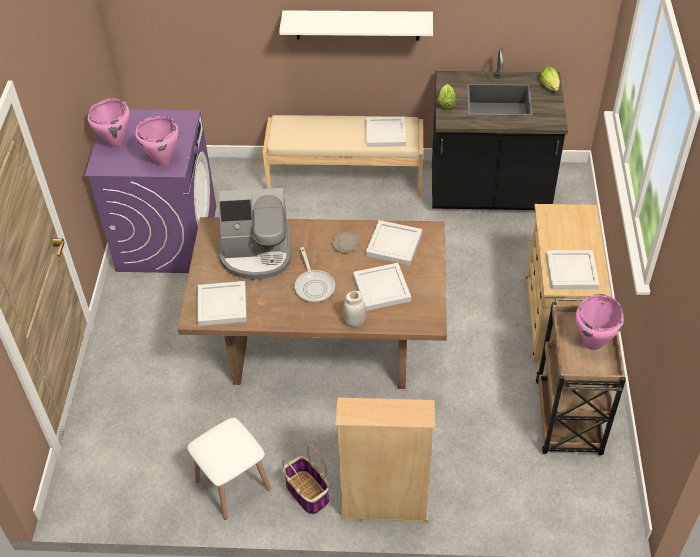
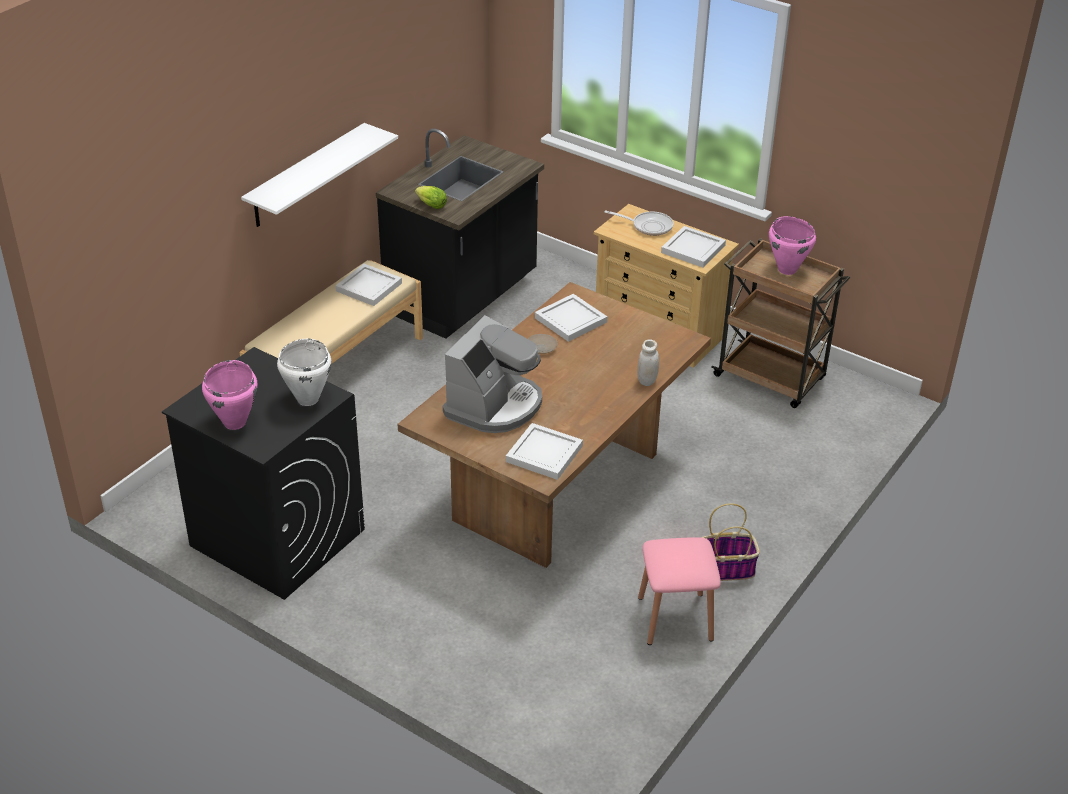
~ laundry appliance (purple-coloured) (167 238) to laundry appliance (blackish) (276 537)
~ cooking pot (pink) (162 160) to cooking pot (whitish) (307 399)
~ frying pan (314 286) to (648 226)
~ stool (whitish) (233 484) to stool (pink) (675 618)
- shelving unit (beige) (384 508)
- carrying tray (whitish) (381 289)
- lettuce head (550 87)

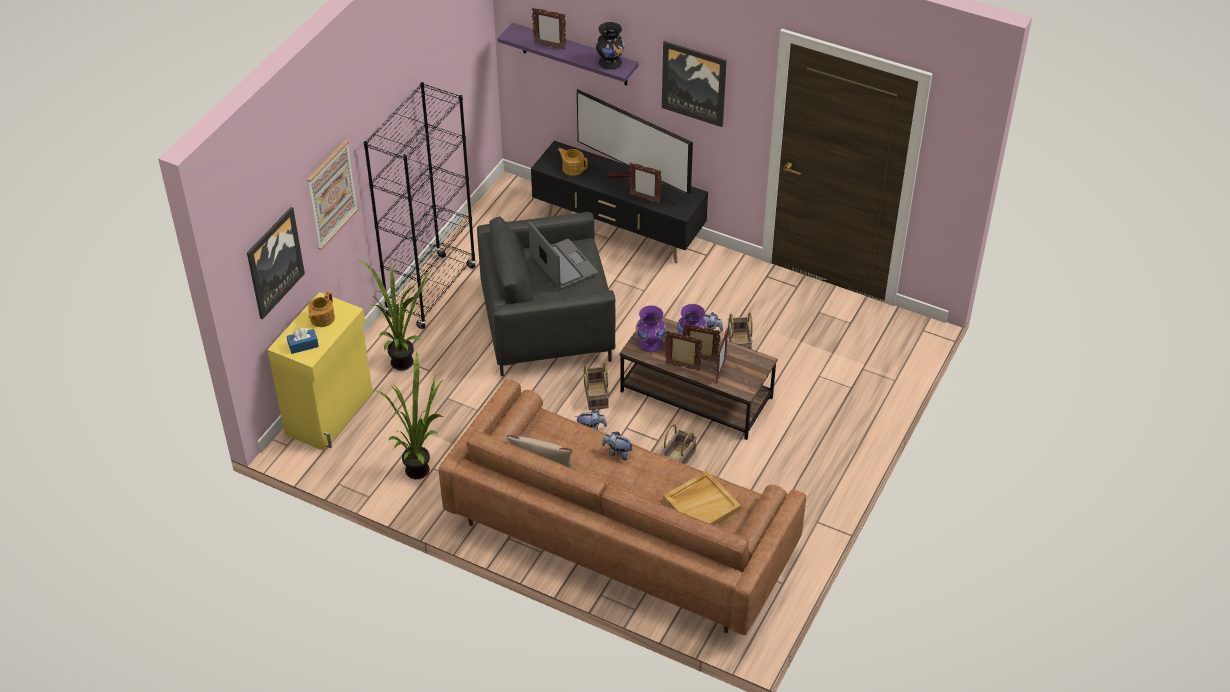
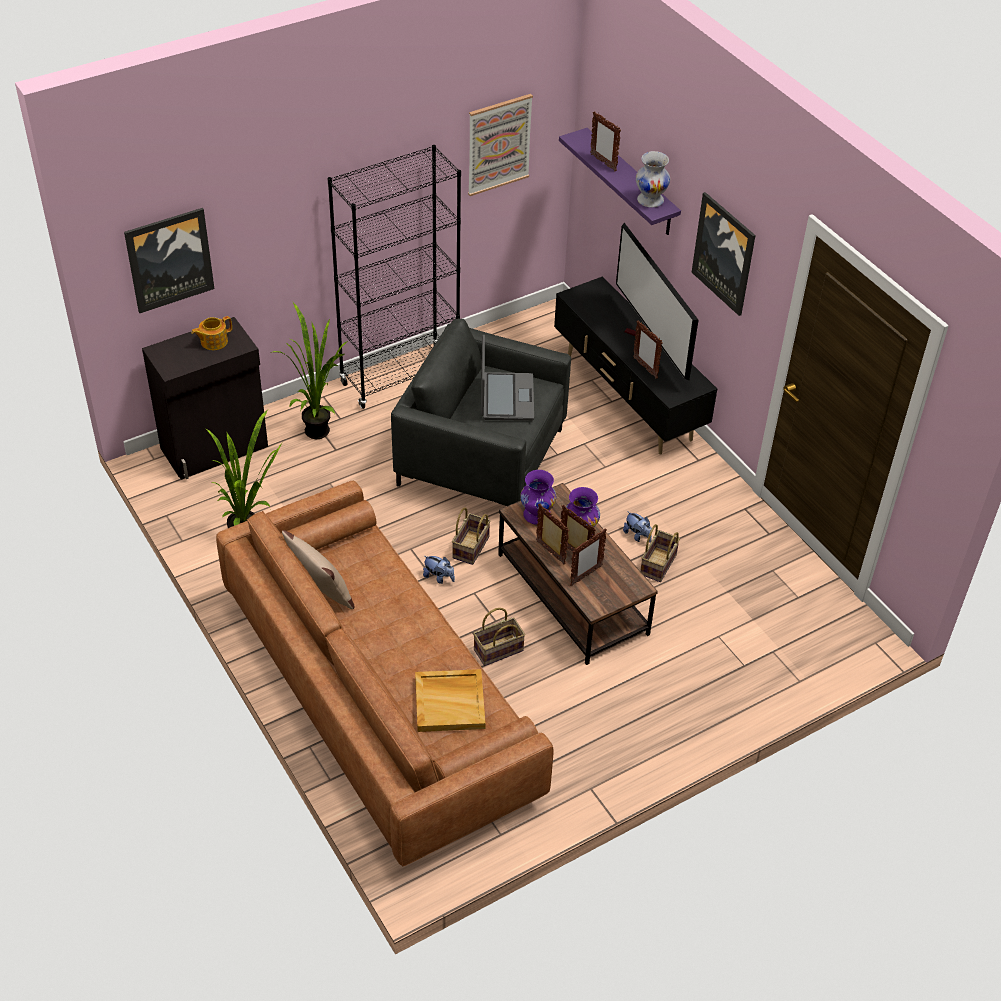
~ cabinet (yellowish) (331 413) to cabinet (blackish) (215 448)
~ picture (331 194) to (498 144)
~ decorative vase (blackish) (610 63) to decorative vase (whitish) (650 200)
- tissue box (bluish) (303 345)
- teapot (572 168)
- plush toy (617 452)

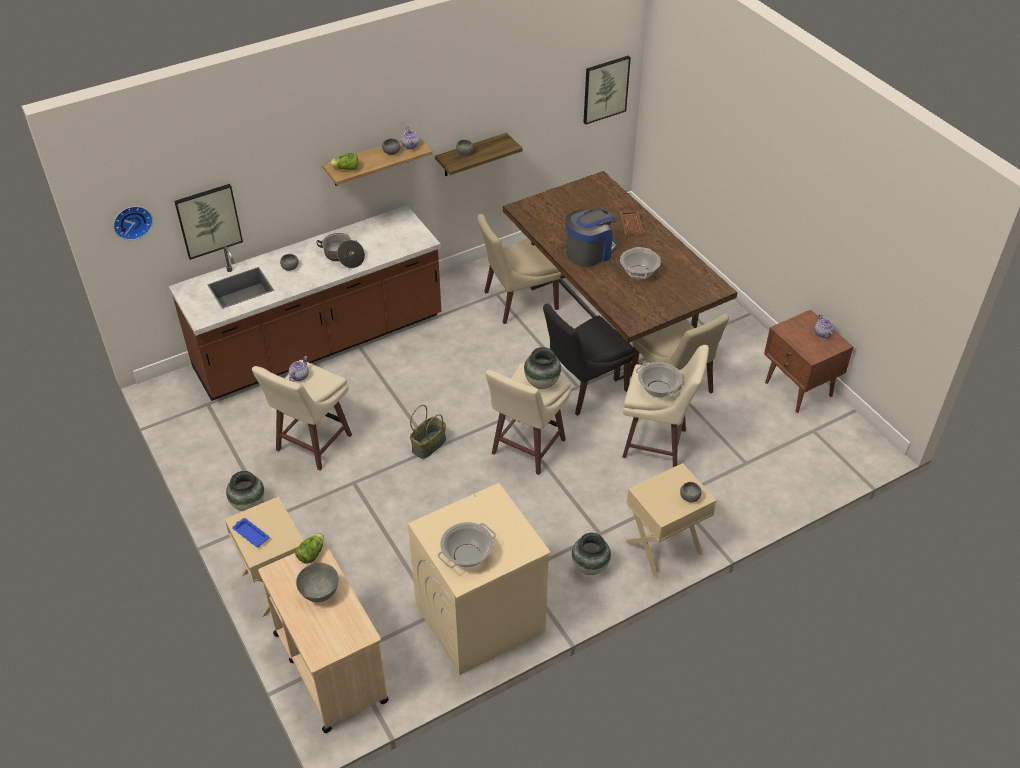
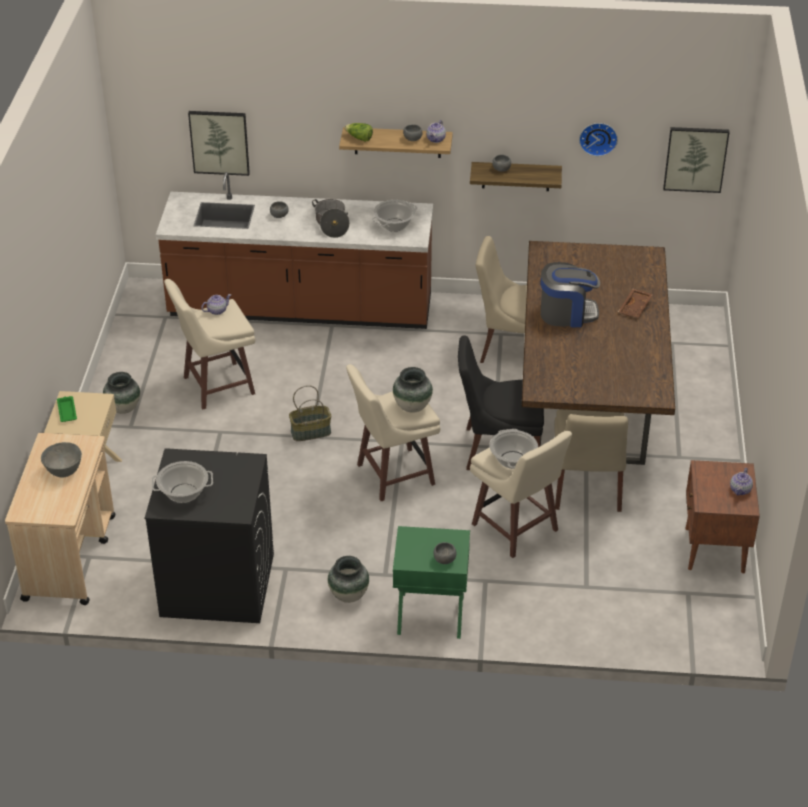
~ carrying tray (bluish) (250 534) to carrying tray (green-coloured) (67 411)
~ laundry appliance (beige) (479 618) to laundry appliance (blackish) (216 585)
~ cooking pot (639 273) to (394 225)
~ nightstand (beige) (664 548) to nightstand (green-coloured) (430 615)
~ clock on the wall (132 221) to (598 137)
- lettuce head (311 553)

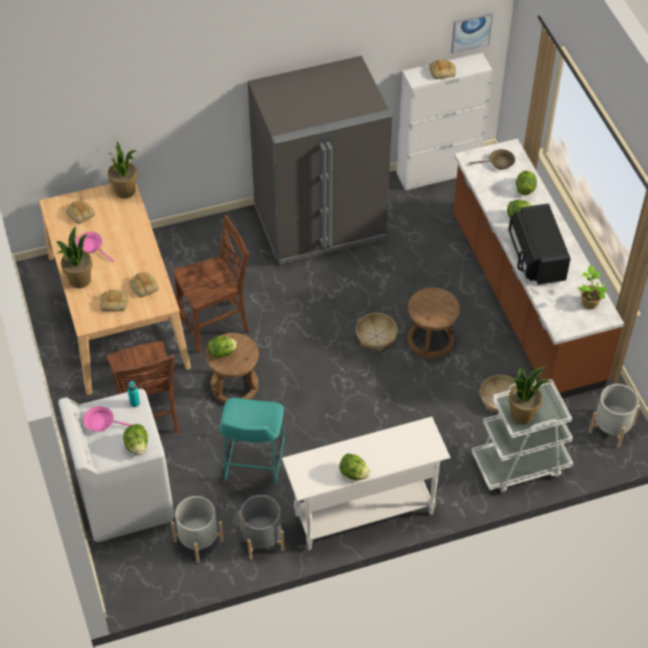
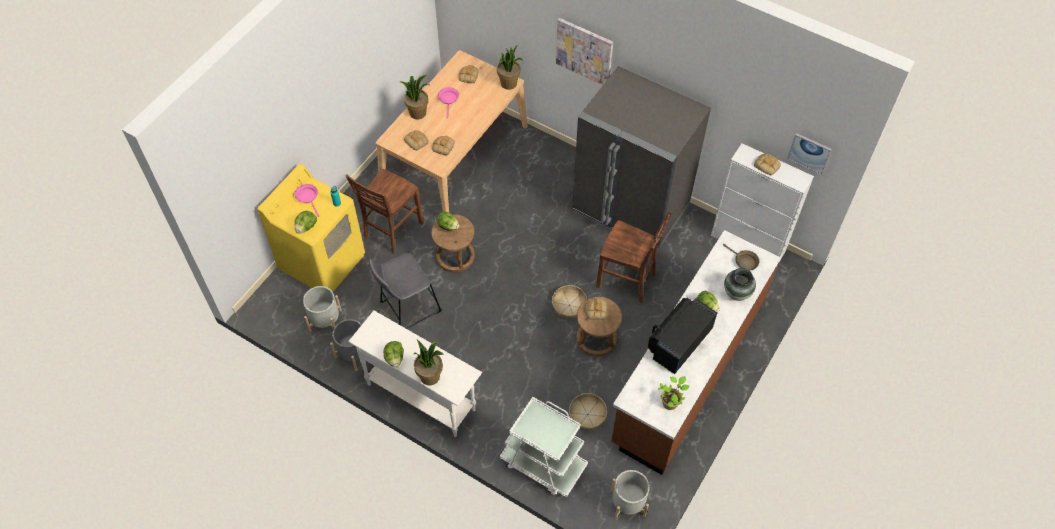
~ laundry appliance (whitish) (125 499) to laundry appliance (yellowish) (323 261)
~ stool (turquoise-coloured) (253 462) to stool (greyish) (407 308)
~ plant in a pot (522 414) to (430 376)
+ picture (584 51)
+ baked bread (595 310)
~ chair (brown-coloured) (216 326) to (627 281)
~ lettuce head (524 189) to decorative vase (736 293)

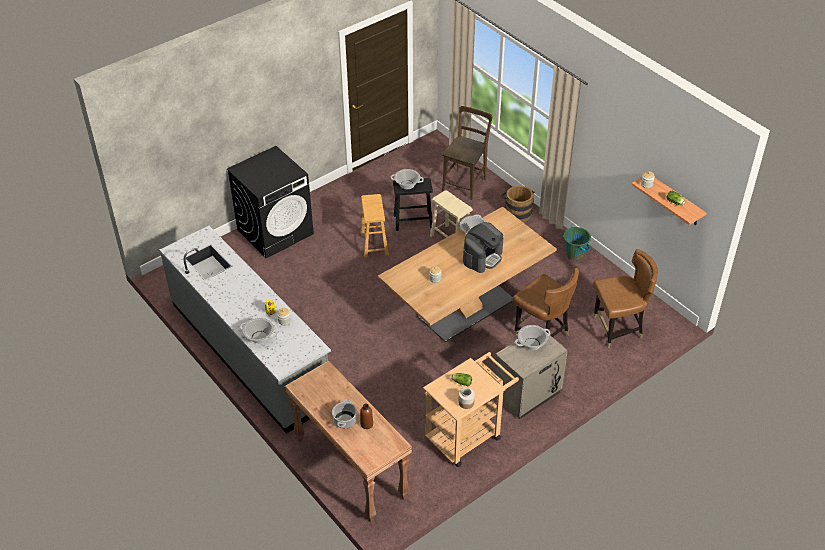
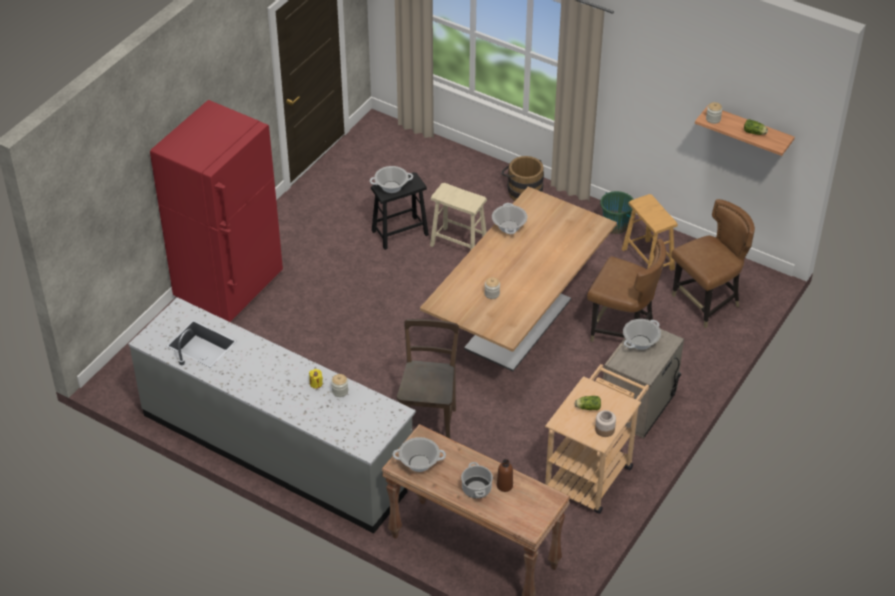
~ laundry appliance (blackish) (275 231) to refrigerator (red-coloured) (230 288)
~ cooking pot (259 337) to (419 463)
~ chair (brown-coloured) (465 183) to (429 424)
~ stool (brown-coloured) (374 243) to (648 259)
- coffee brewer (482 257)

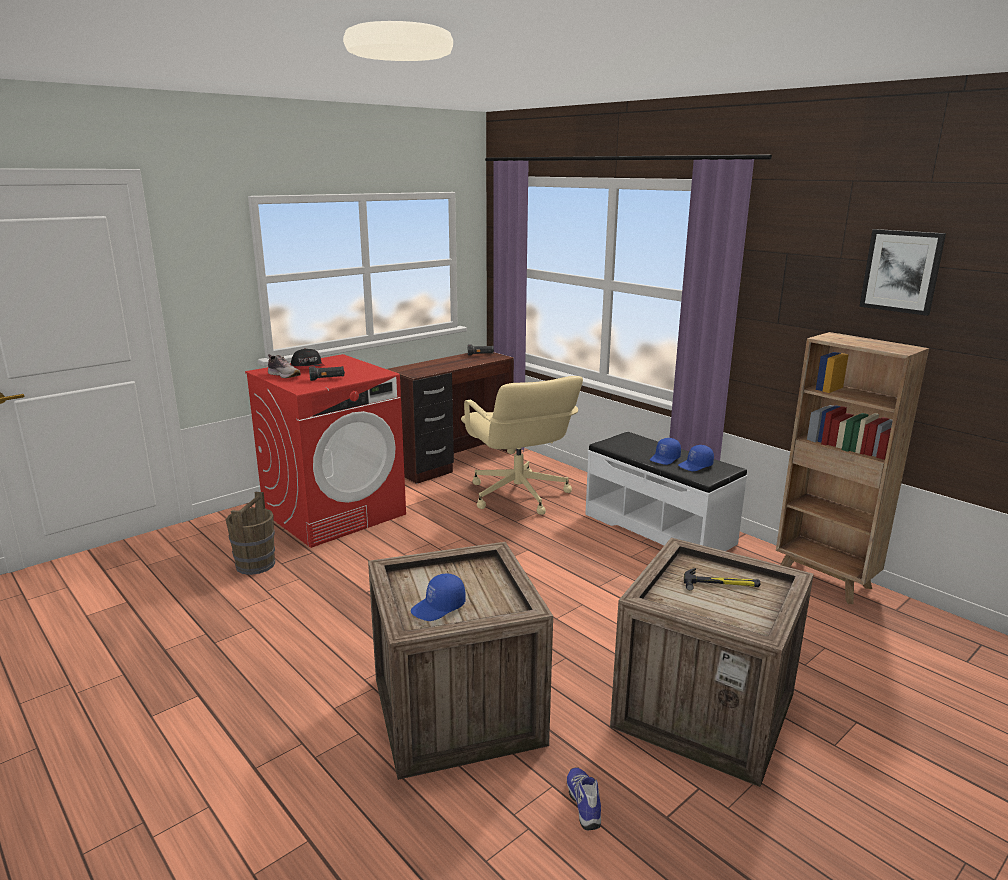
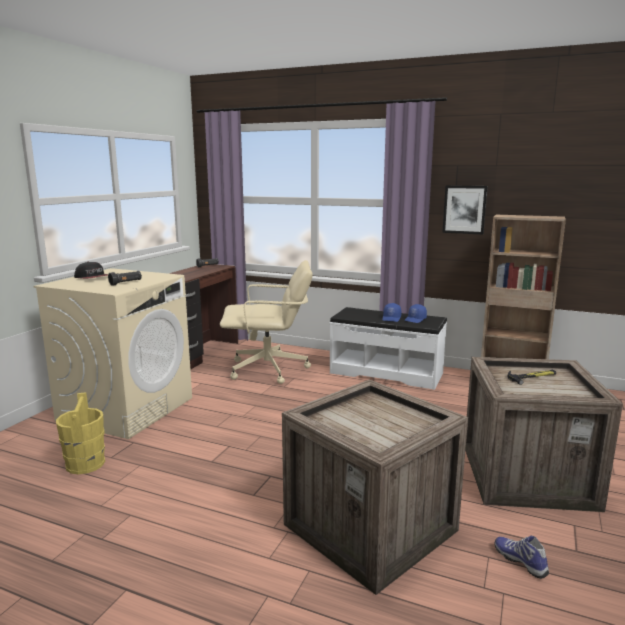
~ laundry appliance (red-coloured) (335 513) to laundry appliance (beige) (127 409)
~ water bucket (brown-coloured) (255 564) to water bucket (yellowish) (85 464)
~ office chair (beige) (518 495) = (269 369) 45 degrees counterclockwise
~ picture (901 271) to (464 209)
- shoe (284 375)
- peaked cap (bluish) (439 607)

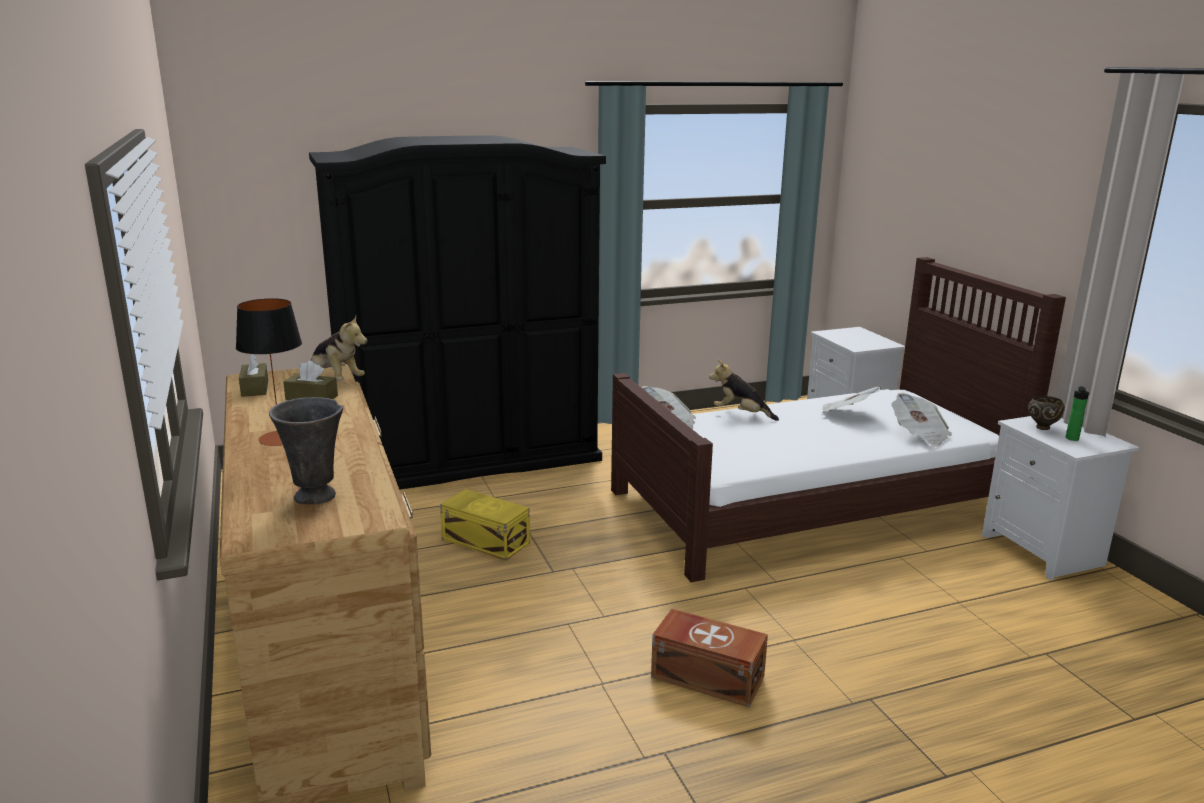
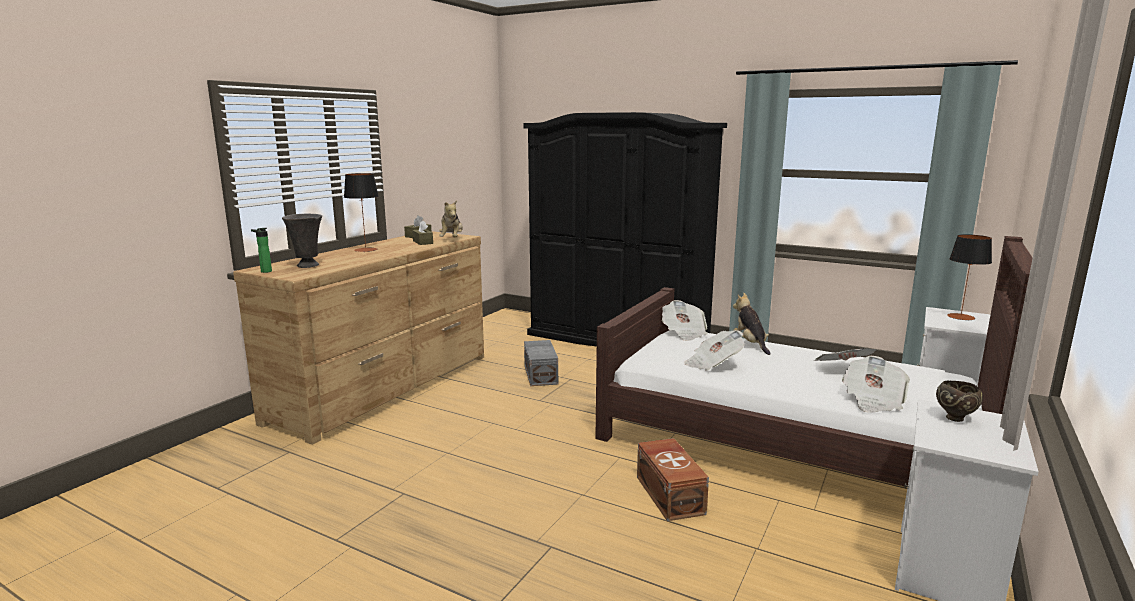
~ beverage bottle (1072 439) to (264 271)
~ storage bin (yellowish) (485 540) to storage bin (greyish) (541 374)
~ storage bin (brown-coloured) (706 676) to (670 494)
+ daily paper (713 364)
+ lamp for a table (960 317)

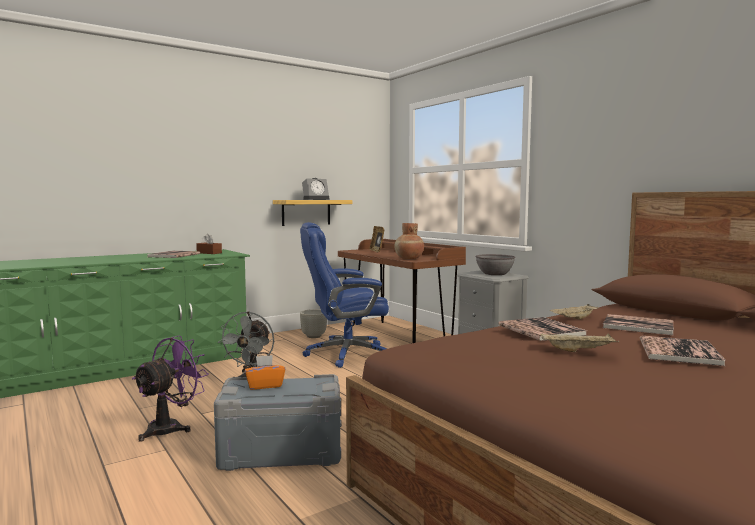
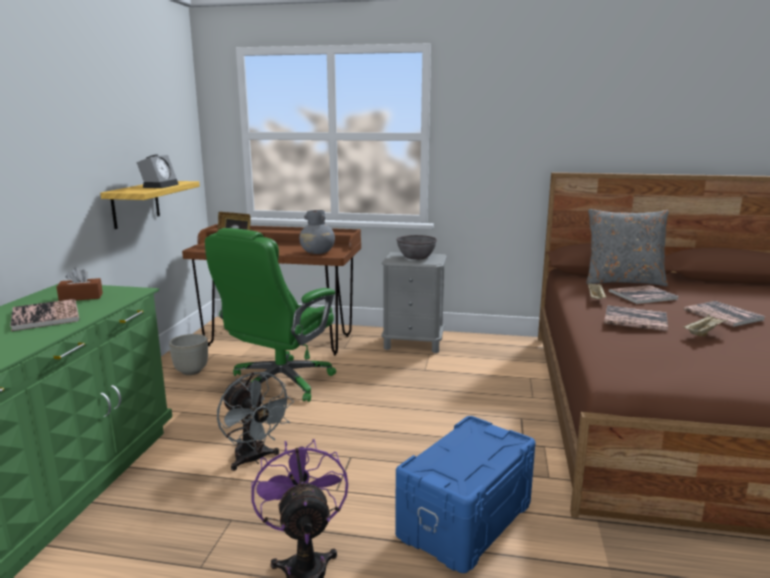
~ office chair (bluish) (345 354) to office chair (green-coloured) (279 383)
~ decorative vase (brown-coloured) (409 258) to decorative vase (greyish) (317 252)
~ storage bin (greyish) (281 452) to storage bin (bluish) (466 520)
+ pillow (greyish) (623 281)
- tissue box (orangey) (265 385)

